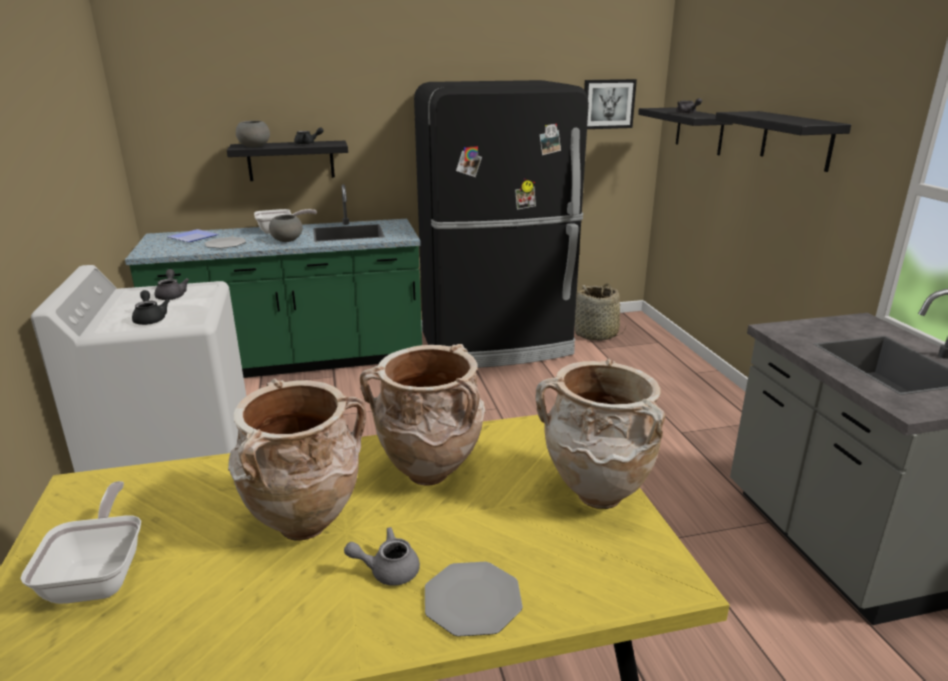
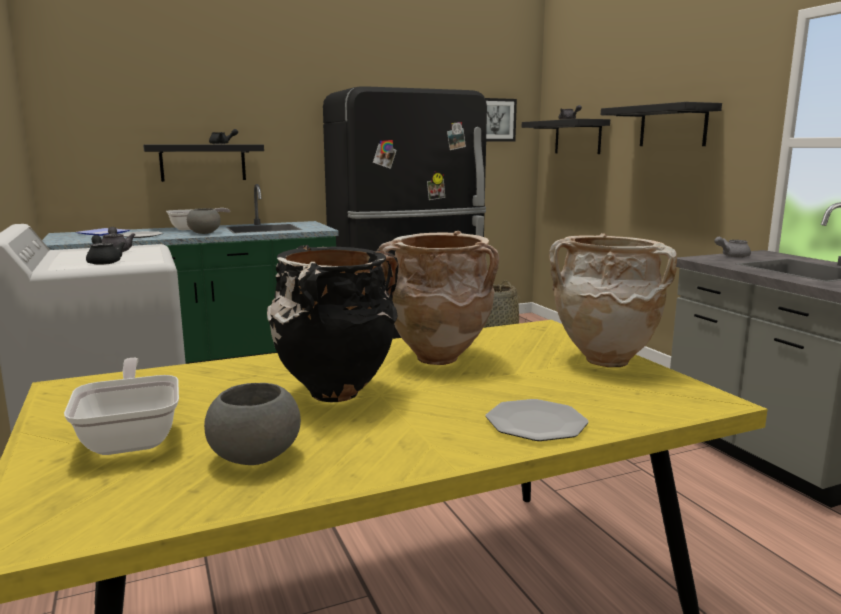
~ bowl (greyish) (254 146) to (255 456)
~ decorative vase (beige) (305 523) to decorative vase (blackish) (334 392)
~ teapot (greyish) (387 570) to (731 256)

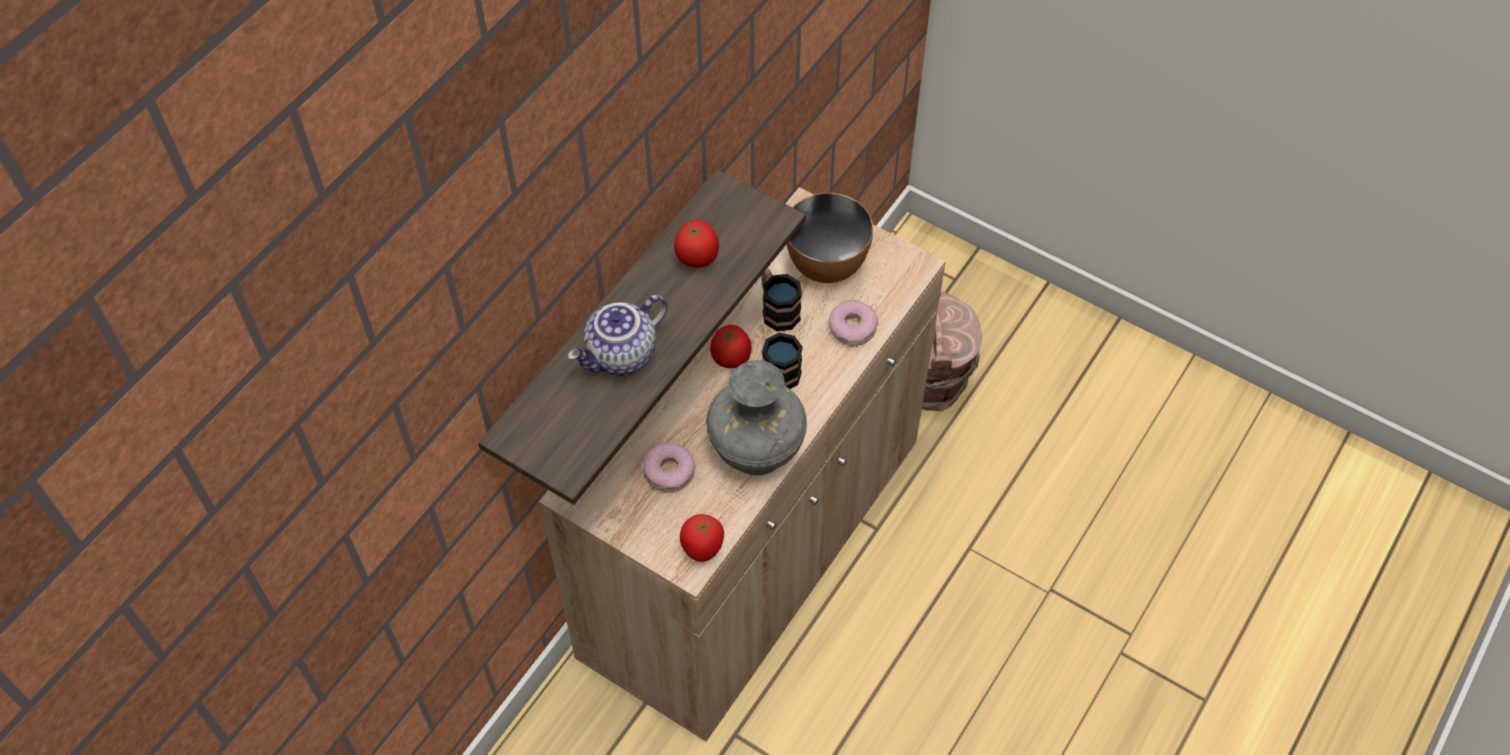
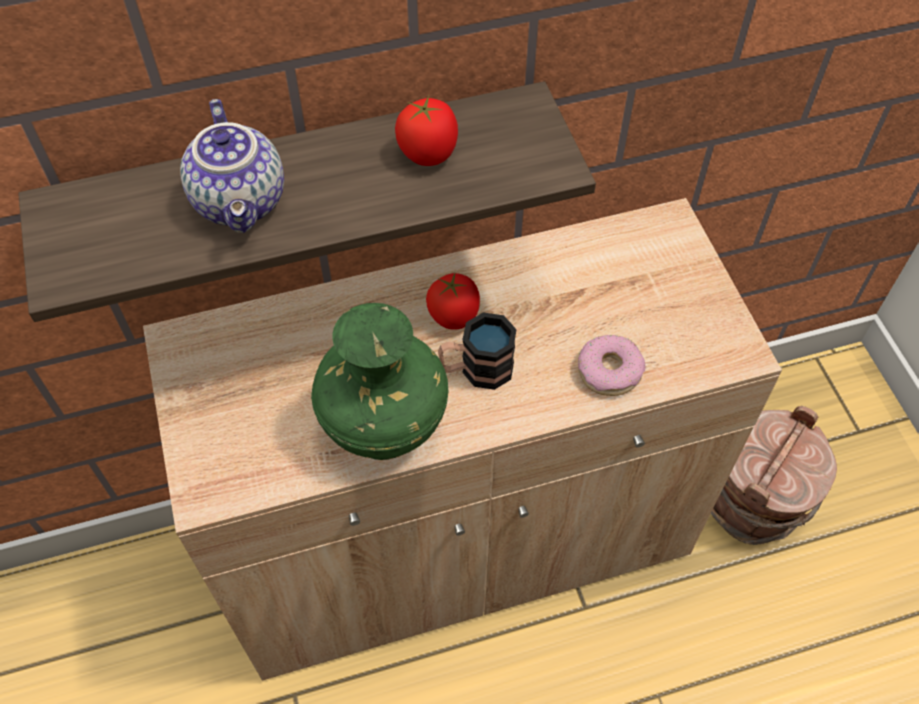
~ teapot (622 356) = (242 202) 105 degrees counterclockwise
~ decorative vase (greyish) (756 453) to decorative vase (green-coloured) (383 429)
- ring doughnut (669 472)
- tomato (702 548)
- mug (777 309)
- bowl (825 264)

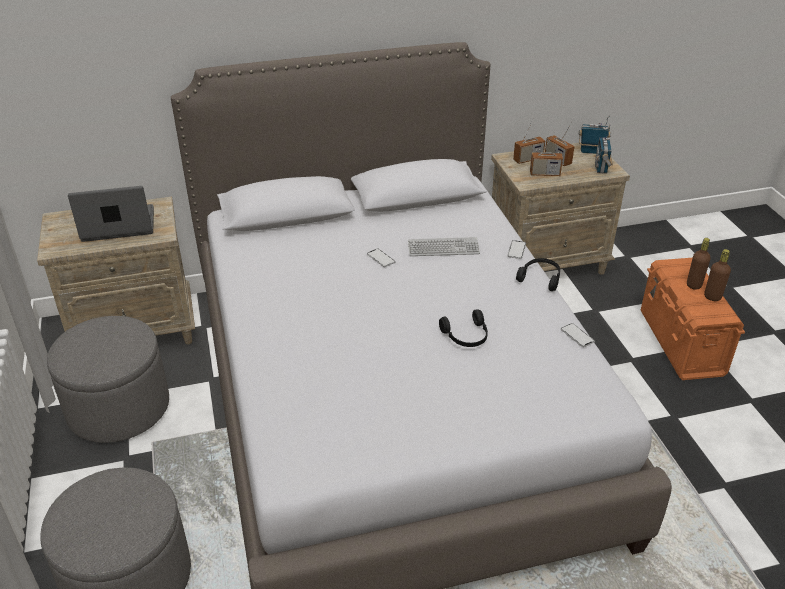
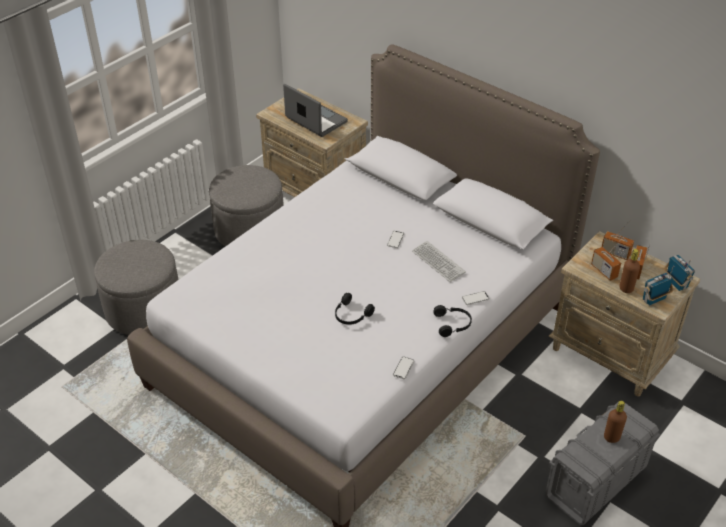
~ storage bin (orangey) (681 343) to storage bin (greyish) (595 482)
~ beverage bottle (brown-coloured) (712 297) to (626 288)

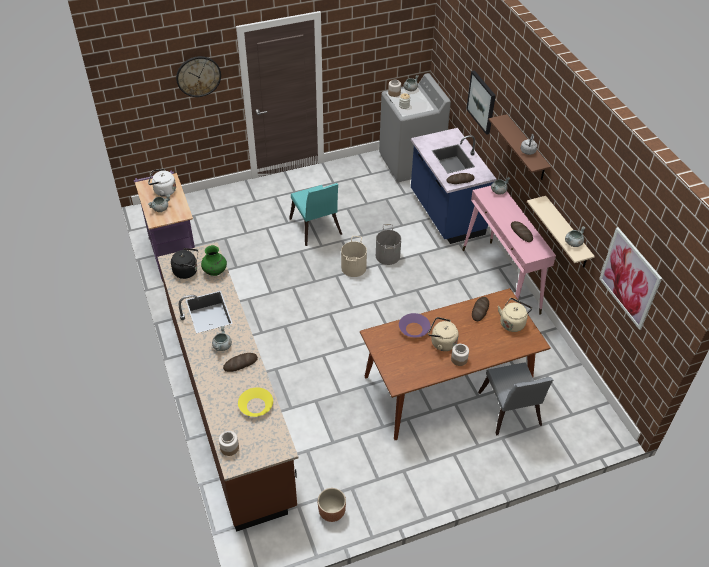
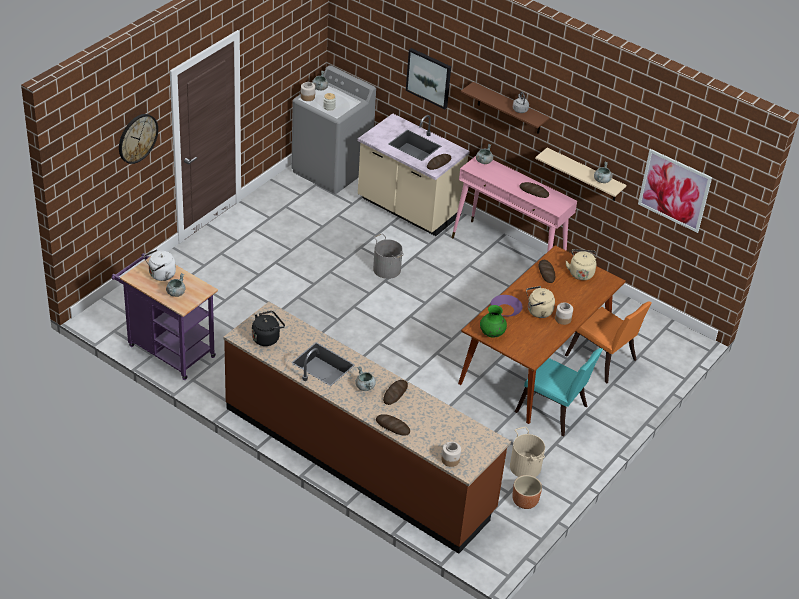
~ kitchen base unit (bluish) (445 214) to kitchen base unit (beige) (408 209)
+ baked bread (392 426)
~ decorative vase (green-coloured) (215 272) to (492 334)
~ water bucket (beige) (353 268) to (525 467)
~ chair (turquoise-coloured) (316 229) to (554 412)
~ chair (greyish) (510 412) to chair (orangey) (603 361)
- bowl (yellowish) (256 405)

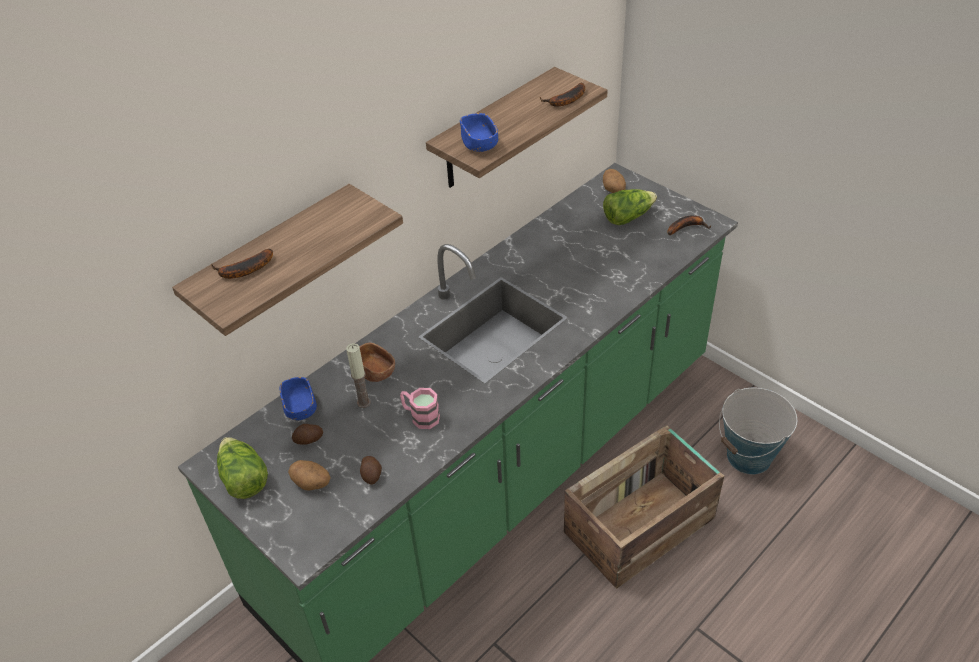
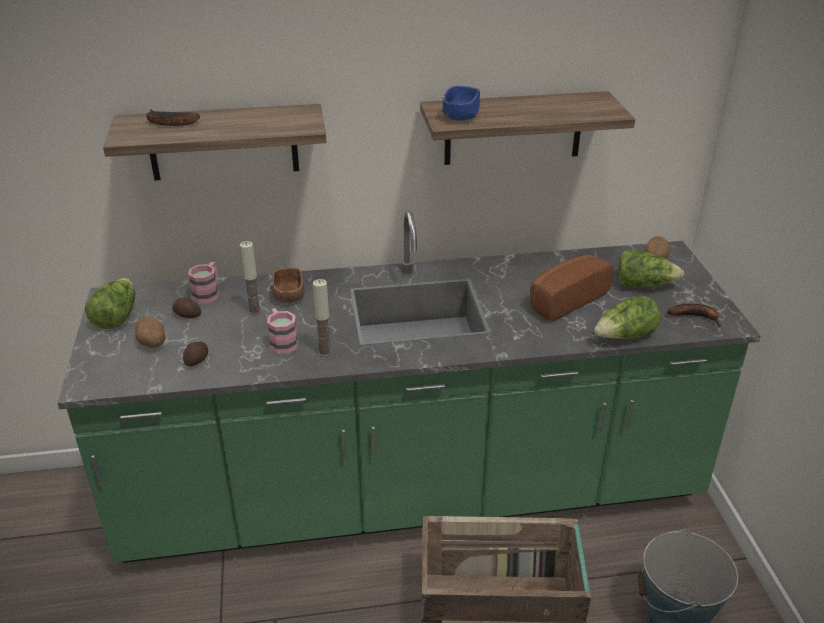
~ bowl (bluish) (300 408) to mug (pink) (208 293)
+ wax candle (324 352)
+ baked bread (564 300)
+ lettuce head (625 336)
- banana (566 101)

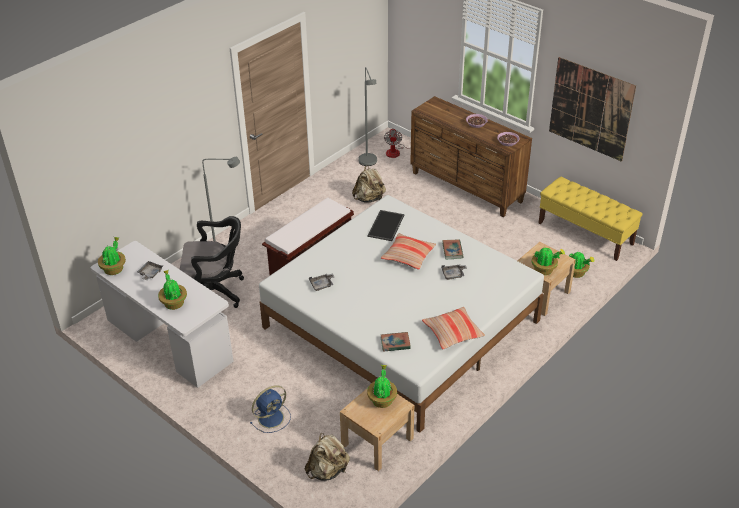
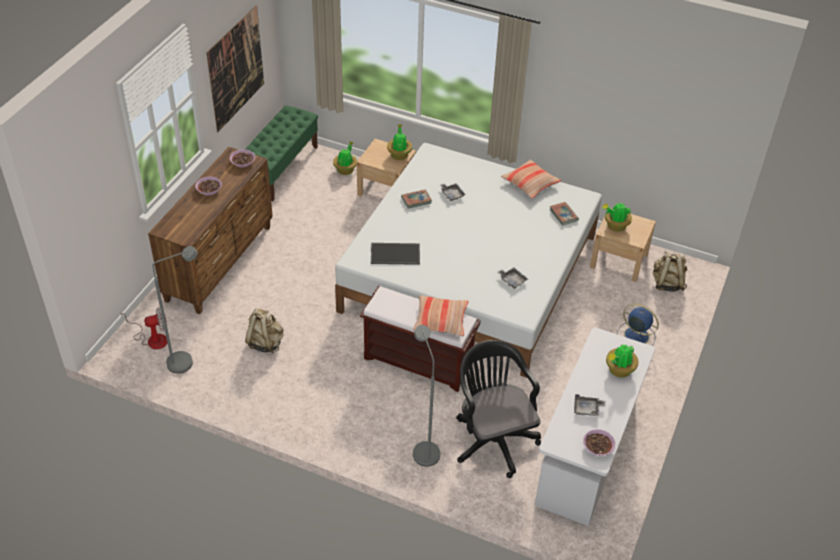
~ indoor bench (yellowish) (585 233) to indoor bench (green-coloured) (280 168)
~ pillow (408 256) to (441 320)
~ plant in a pot (114 269) to bowl (597 447)

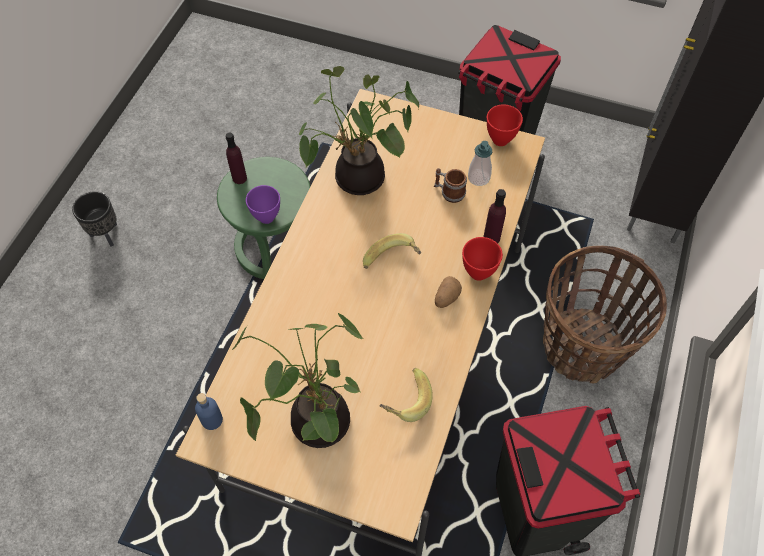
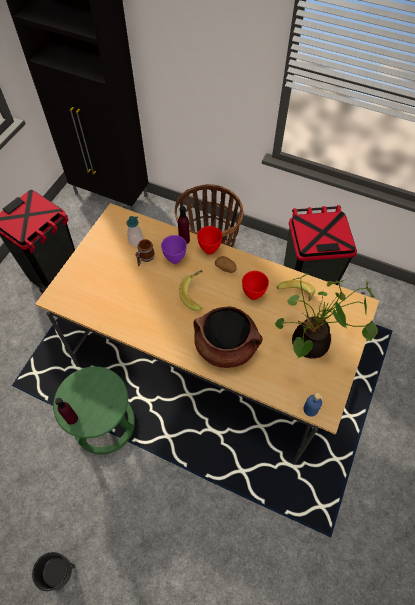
~ bowl (purple-coloured) (266 218) to (175 259)
+ cooking pot (brown-coloured) (226 346)
~ bowl (red-coloured) (500 139) to (252 295)
- plant in a pot (358 182)

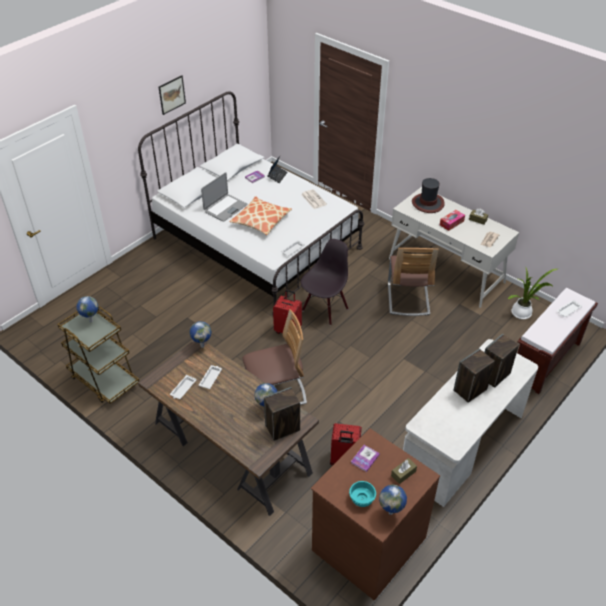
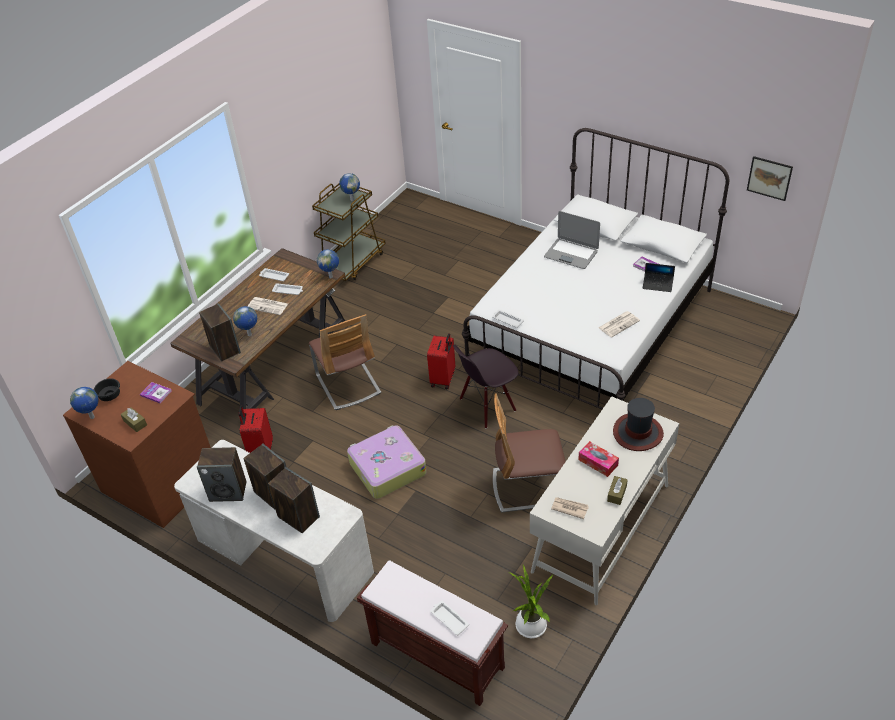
~ bowl (turquoise-coloured) (361 499) to bowl (blackish) (109 395)
+ audio speaker (228 491)
+ daily paper (268 306)
+ travel case (386 468)
~ chair (blackish) (324 309) = (487 405) 120 degrees clockwise
~ picture (172 94) to (769 178)
- pillow (261 221)

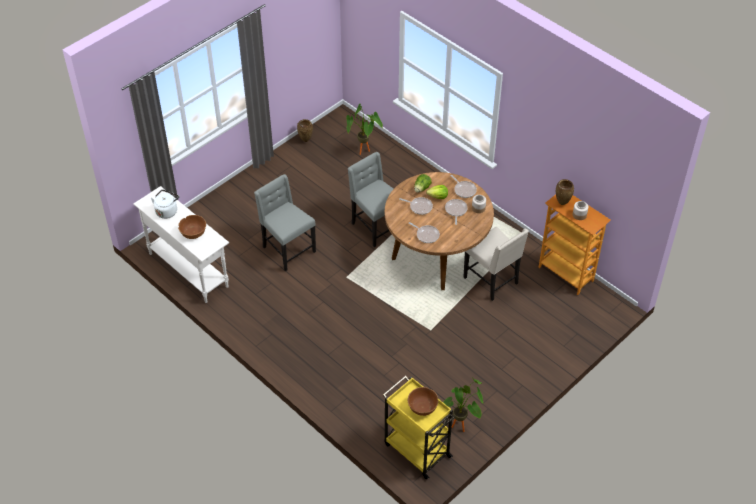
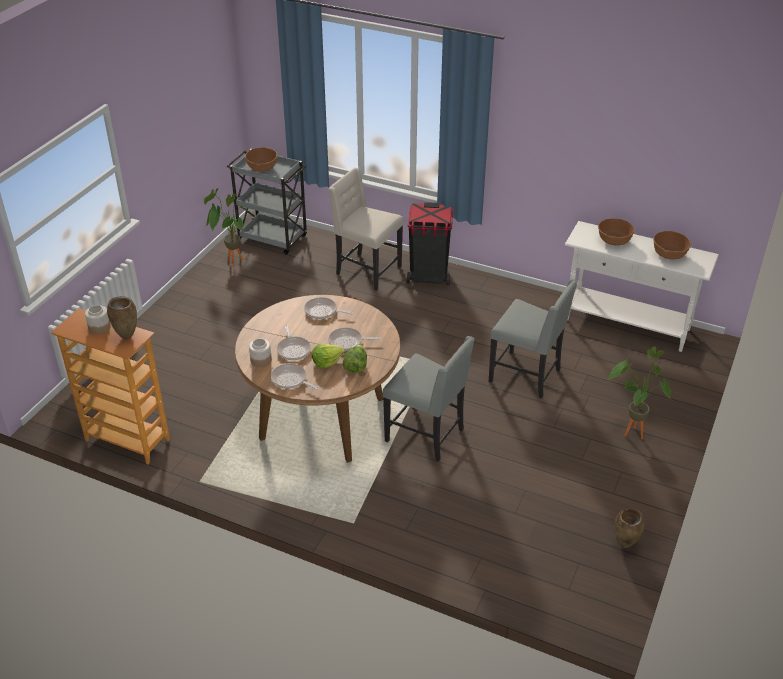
~ wheeled cart (yellowish) (416 449) to wheeled cart (greyish) (273 238)
~ chair (beige) (492 281) to (367 271)
+ waste bin (blackish) (429 277)
~ plant in a pot (364 153) to (630 431)
~ tea kettle (whitish) (167 211) to bowl (brown-coloured) (669 255)

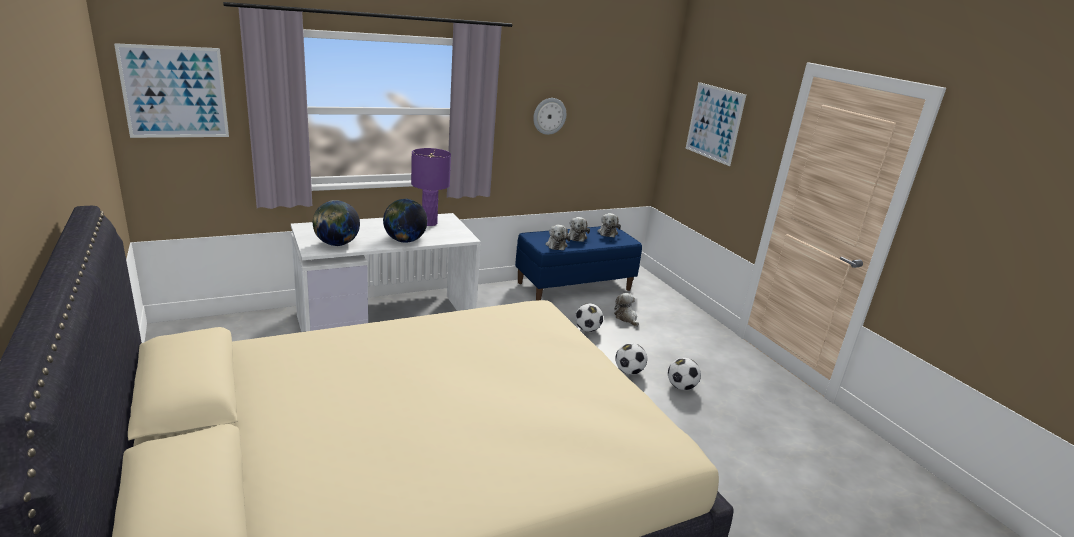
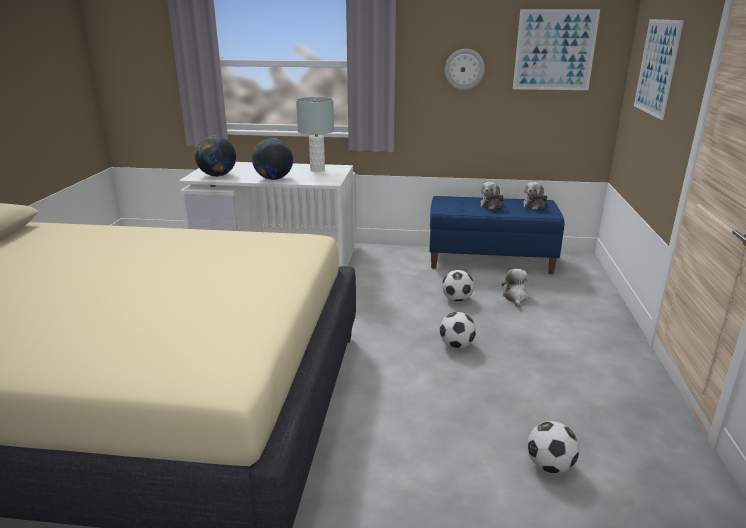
~ lamp for a table (purple-coloured) (429 223) to lamp for a table (greyish) (317 170)
~ picture (175 92) to (554 50)
~ football (681 387) to (549 465)
- plush toy (556 245)

